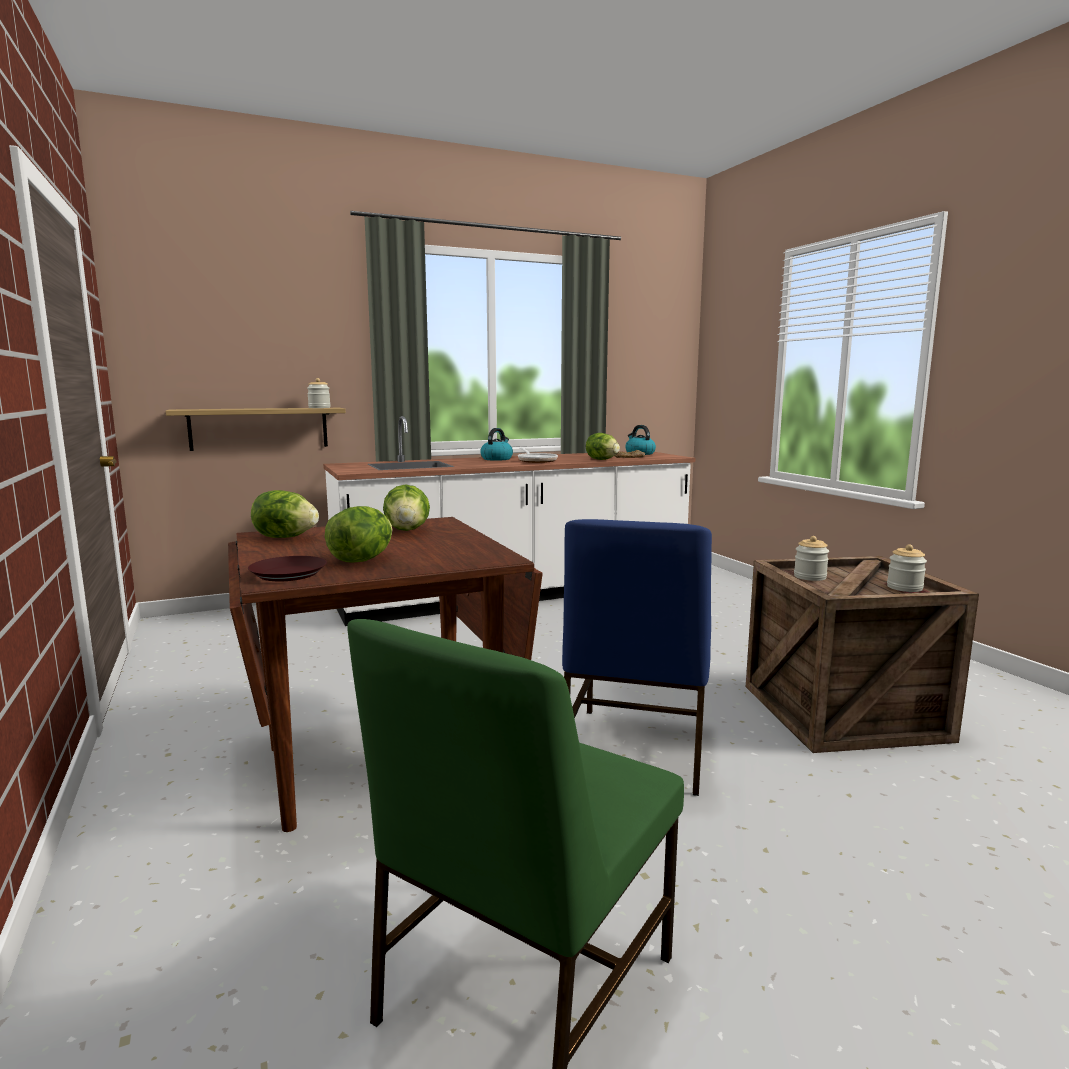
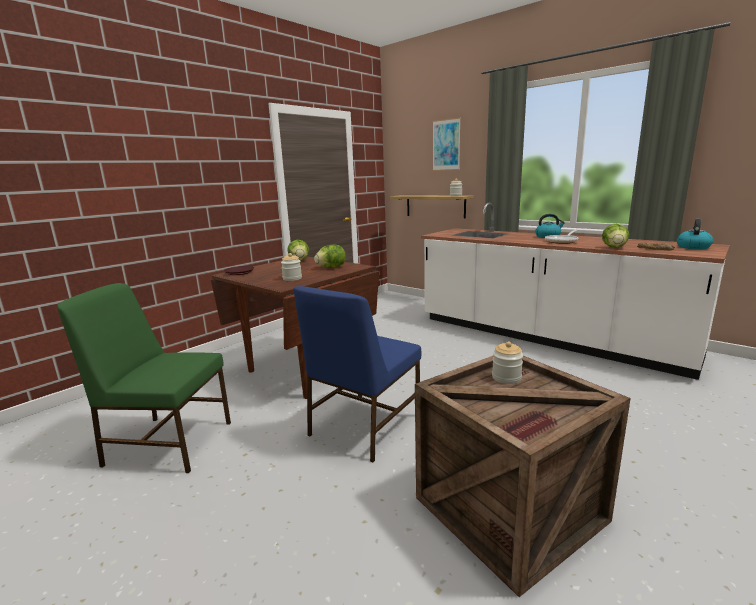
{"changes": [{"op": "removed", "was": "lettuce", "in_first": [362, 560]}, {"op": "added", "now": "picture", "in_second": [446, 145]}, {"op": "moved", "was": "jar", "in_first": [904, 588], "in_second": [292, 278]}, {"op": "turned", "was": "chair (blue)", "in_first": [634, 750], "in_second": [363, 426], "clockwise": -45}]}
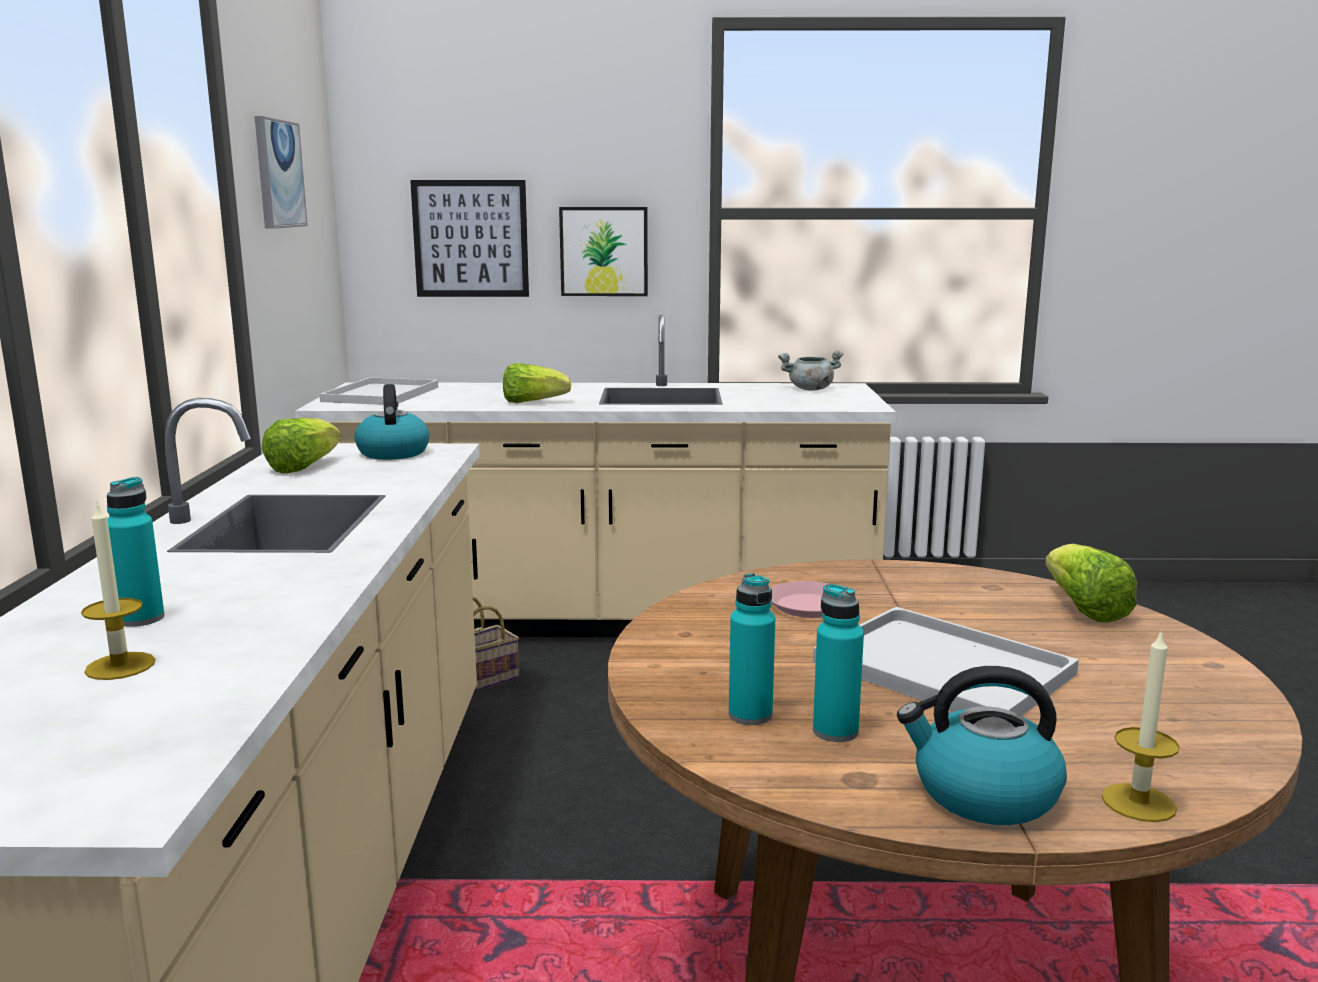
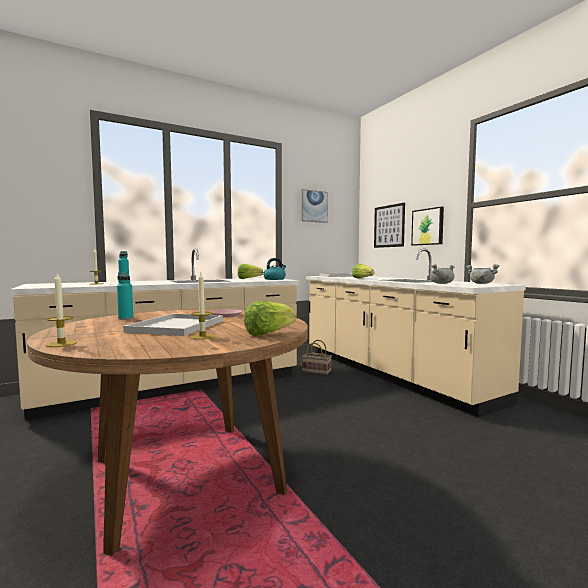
{"changes": [{"op": "removed", "was": "bottle (turquoise)", "in_first": [835, 731]}, {"op": "removed", "was": "kettle", "in_first": [983, 794]}, {"op": "added", "now": "candle", "in_second": [202, 337]}, {"op": "added", "now": "cooking pot (grey)", "in_second": [441, 283]}]}
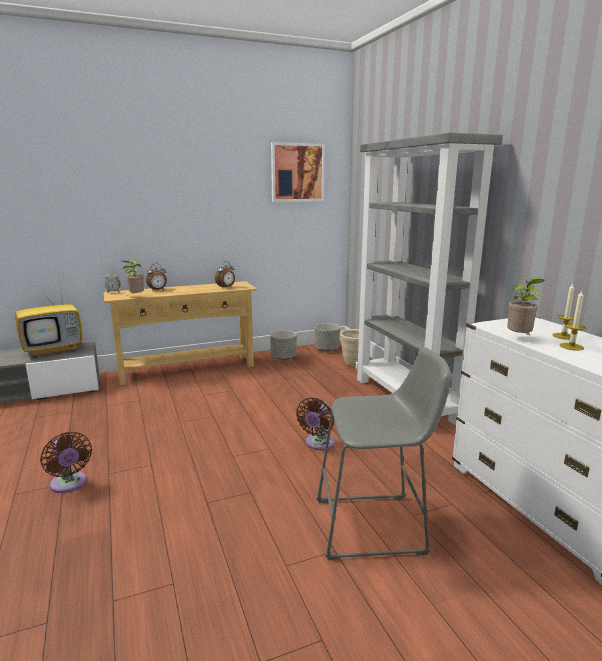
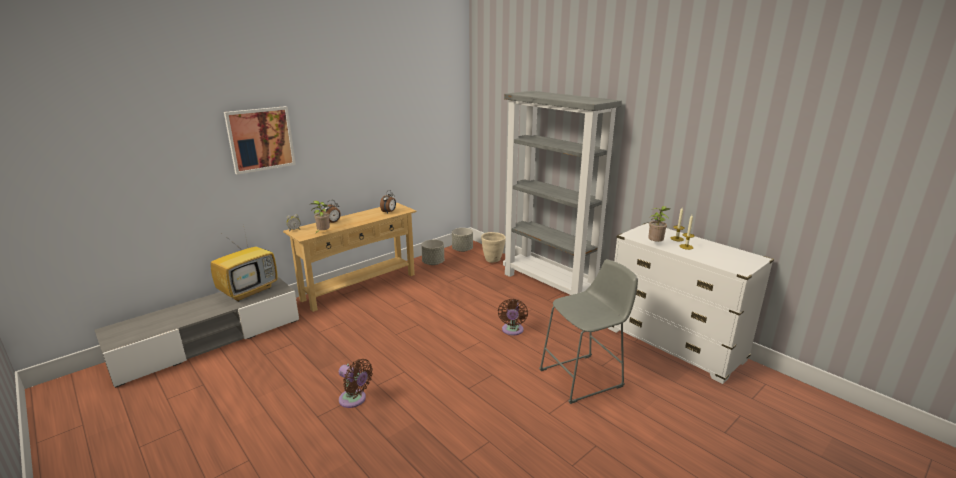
{"changes": [{"op": "moved", "was": "picture", "in_first": [297, 172], "in_second": [260, 139]}]}
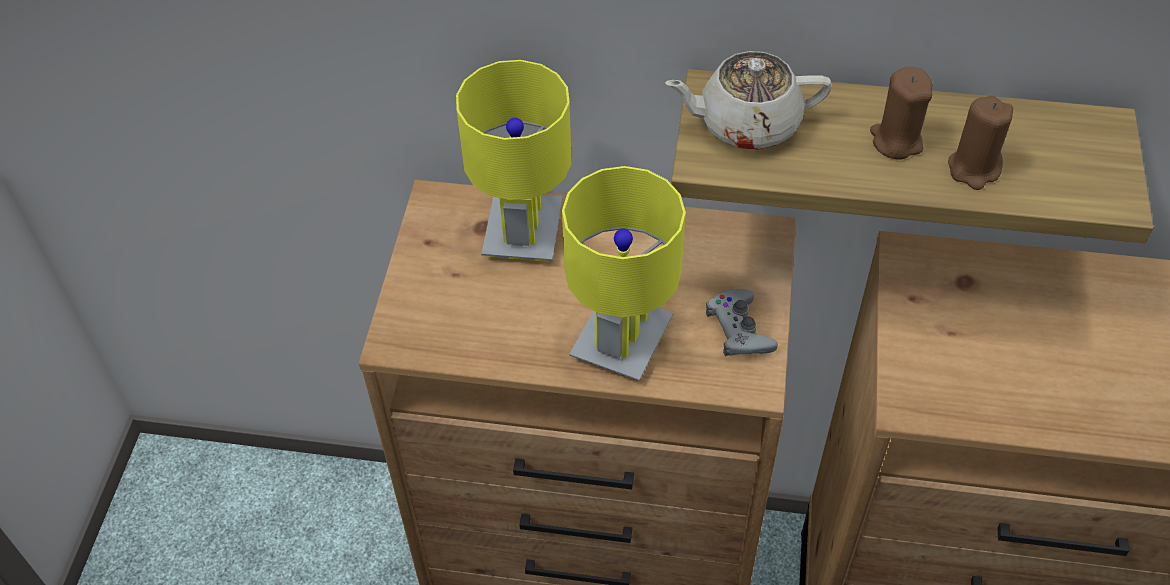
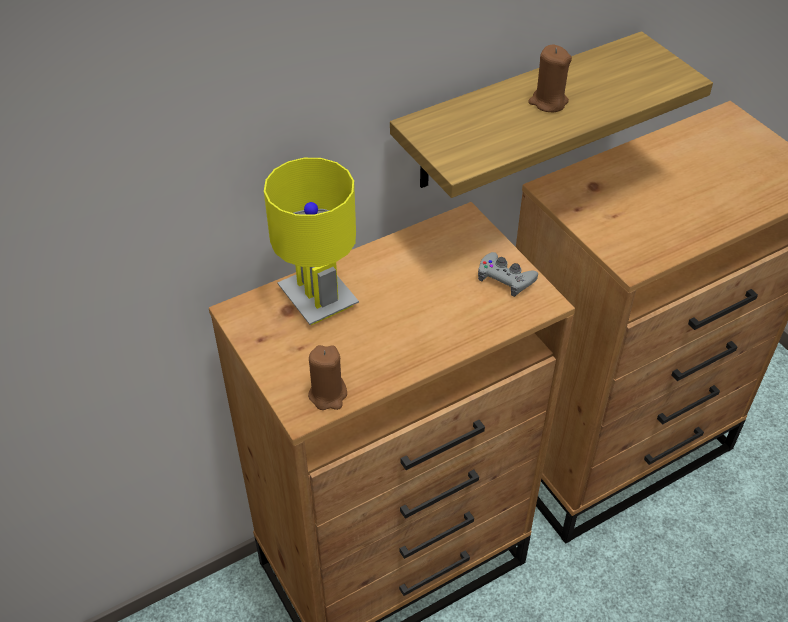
{"changes": [{"op": "removed", "was": "table lamp (yellow)", "in_first": [620, 340]}, {"op": "removed", "was": "teapot (beige)", "in_first": [746, 124]}, {"op": "moved", "was": "candle (brown)", "in_first": [974, 169], "in_second": [328, 395]}]}
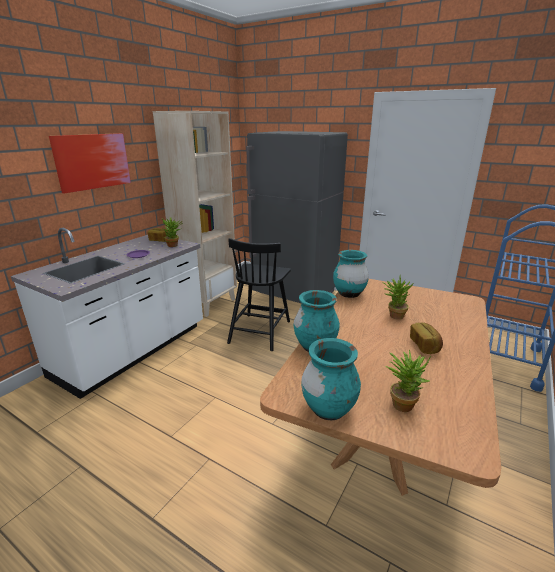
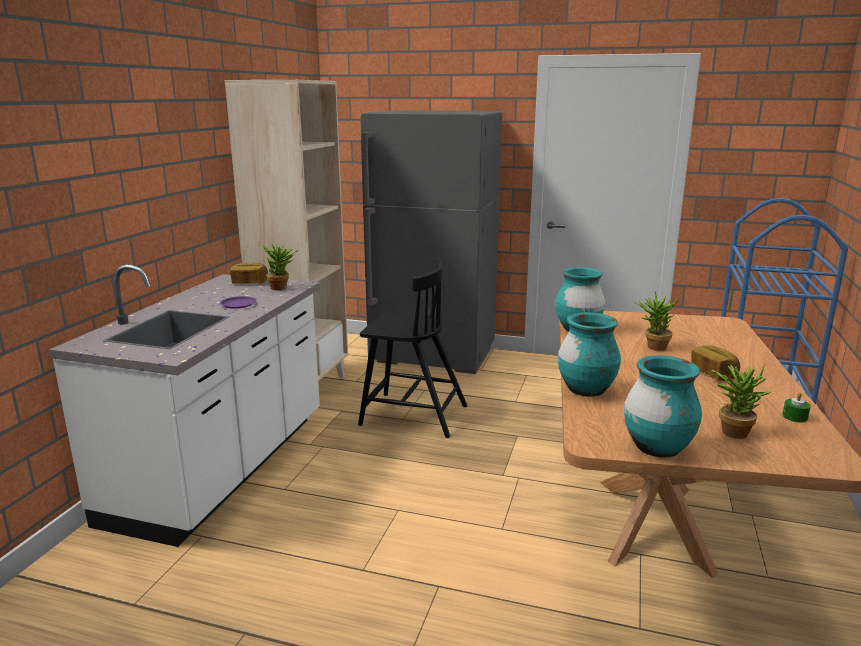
{"changes": [{"op": "removed", "was": "picture", "in_first": [92, 161]}, {"op": "added", "now": "candle (green)", "in_second": [795, 417]}, {"op": "turned", "was": "chair (black)", "in_first": [260, 331], "in_second": [412, 415], "clockwise": -75}]}
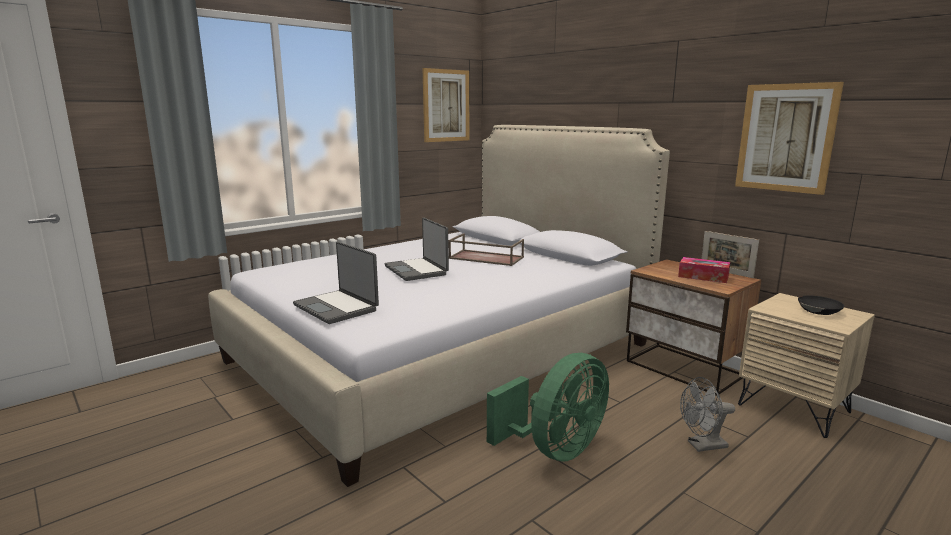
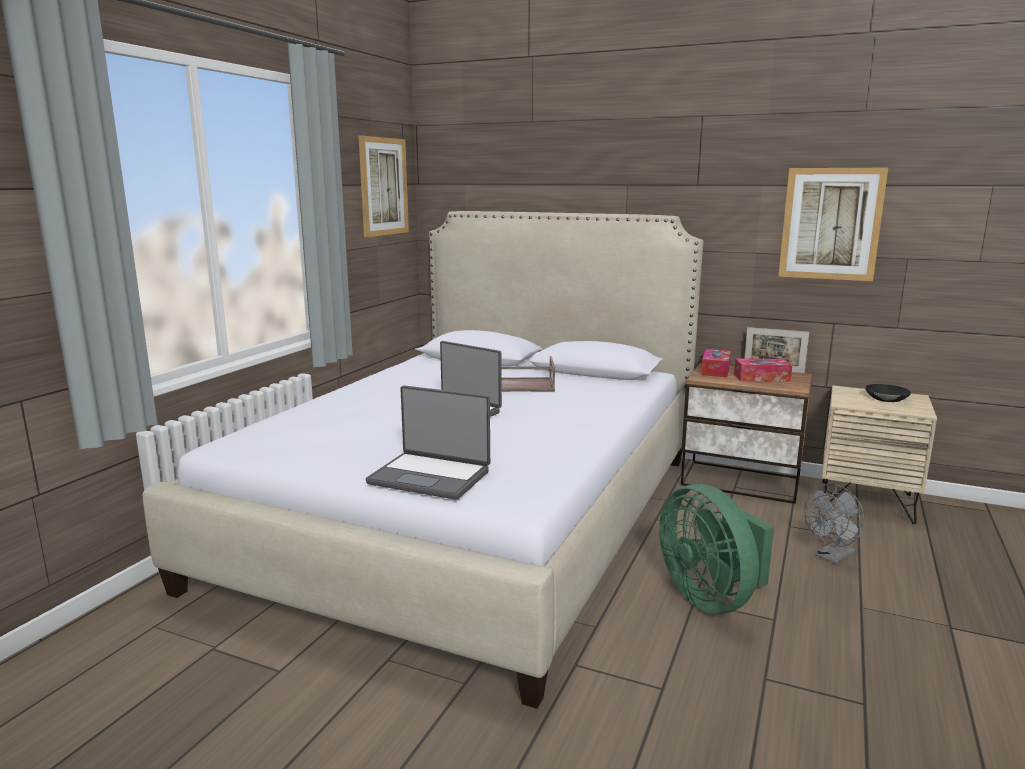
{"changes": [{"op": "added", "now": "tissue box", "in_second": [715, 370]}, {"op": "turned", "was": "fan (green)", "in_first": [555, 449], "in_second": [711, 598], "clockwise": 135}]}
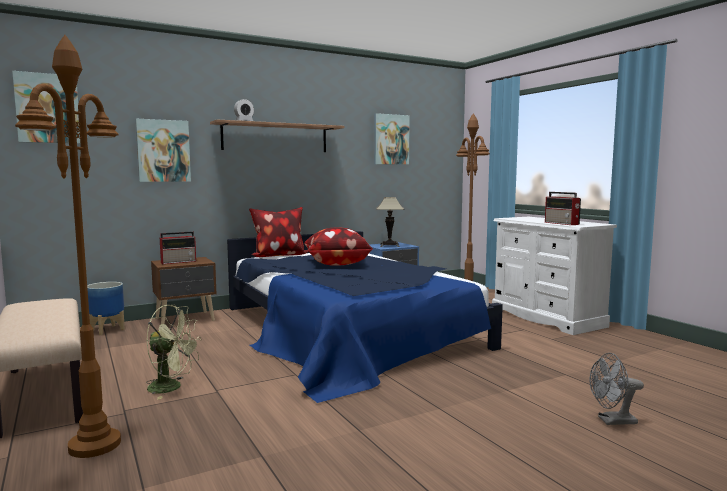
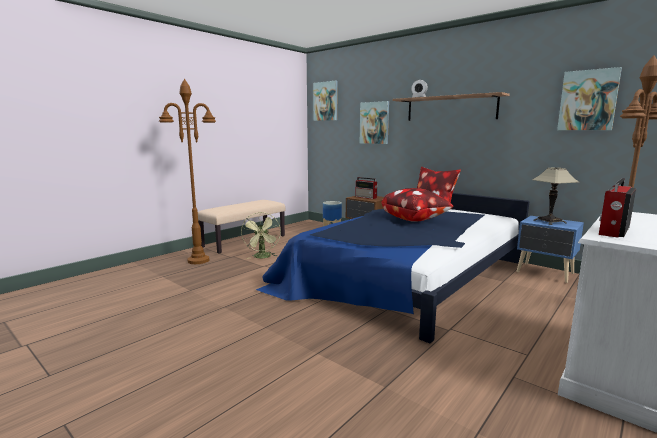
{"changes": [{"op": "removed", "was": "fan (grey)", "in_first": [612, 421]}]}
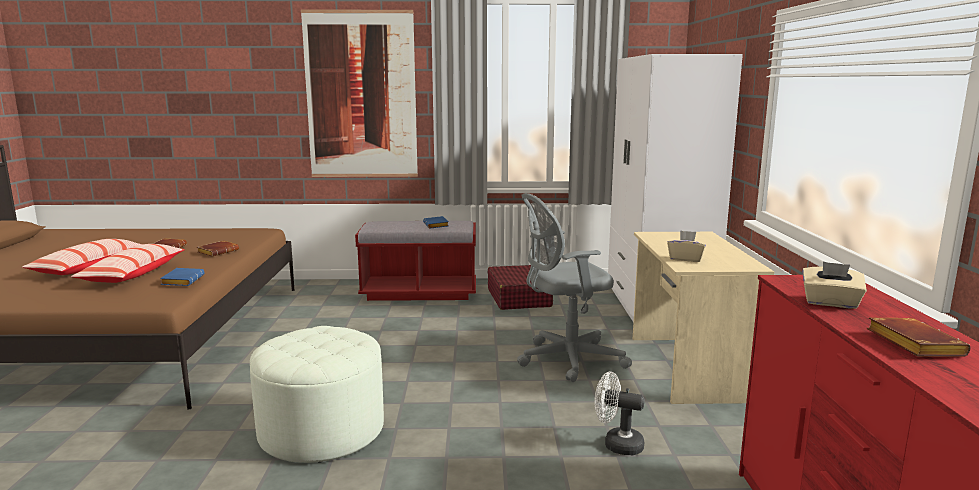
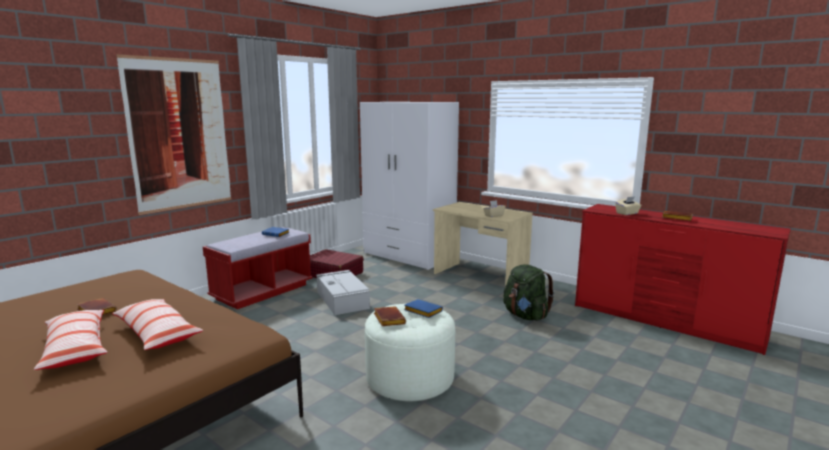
{"changes": [{"op": "removed", "was": "office chair (grey)", "in_first": [566, 360]}, {"op": "added", "now": "storage box (grey)", "in_second": [342, 299]}, {"op": "moved", "was": "book (blue)", "in_first": [182, 280], "in_second": [421, 311]}, {"op": "moved", "was": "book (brown)", "in_first": [218, 251], "in_second": [388, 319]}, {"op": "replaced", "was": "fan (white)", "now": "backpack (green)", "in_first": [617, 444], "in_second": [525, 316]}]}
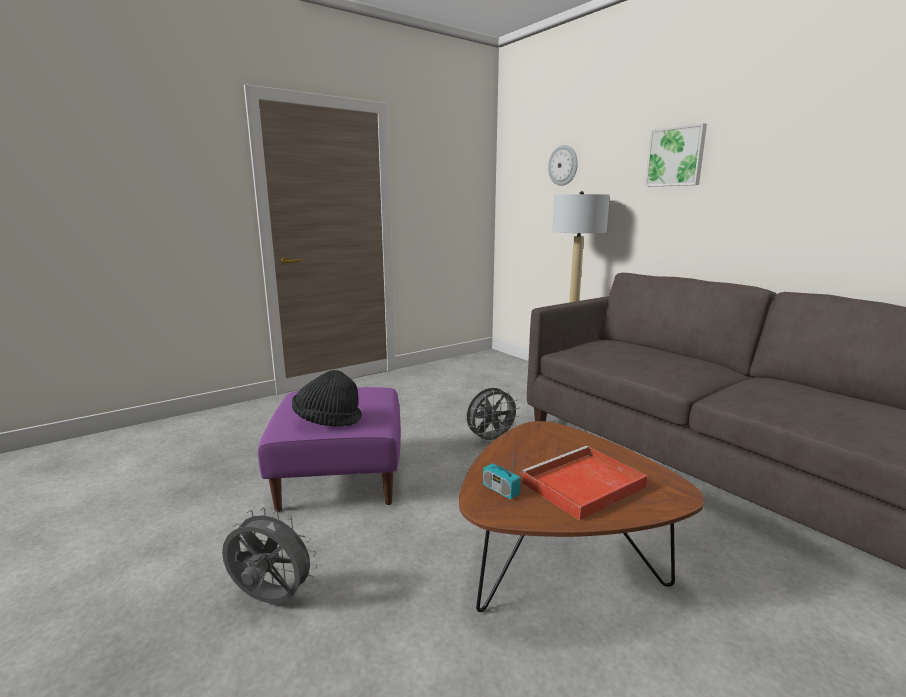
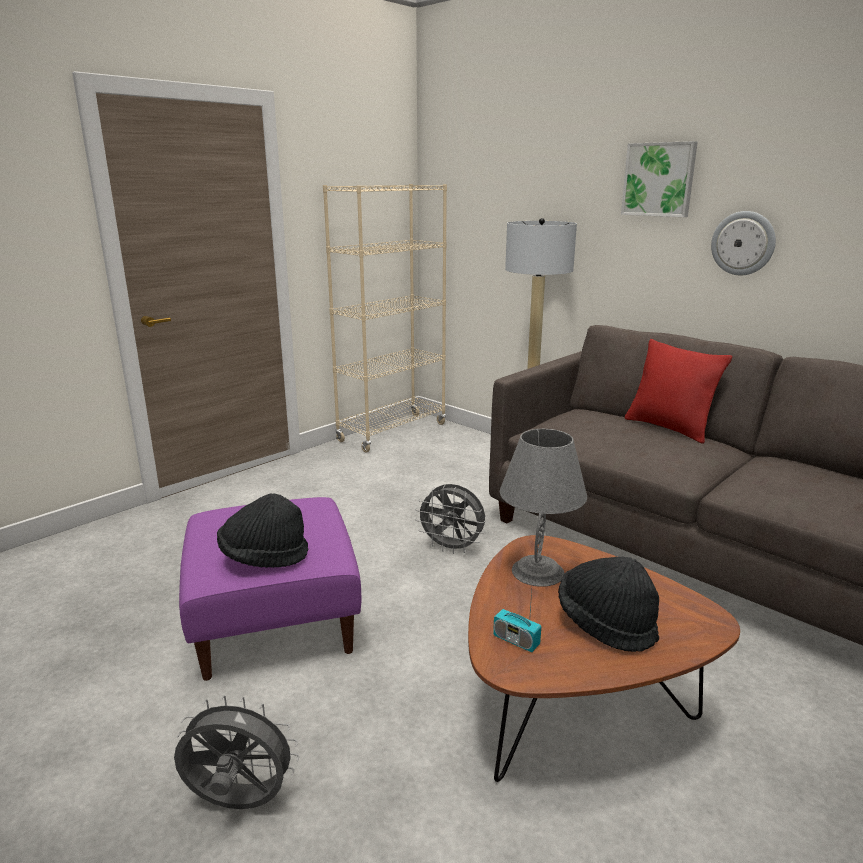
{"changes": [{"op": "added", "now": "bookcase (beige)", "in_second": [392, 432]}, {"op": "added", "now": "table lamp (grey)", "in_second": [538, 572]}, {"op": "added", "now": "pillow (red)", "in_second": [669, 428]}, {"op": "moved", "was": "wall clock", "in_first": [563, 165], "in_second": [743, 243]}, {"op": "replaced", "was": "tray (red)", "now": "hat (black)", "in_first": [582, 486], "in_second": [605, 624]}, {"op": "turned", "was": "fan (grey)", "in_first": [491, 440], "in_second": [452, 548], "clockwise": 60}]}
